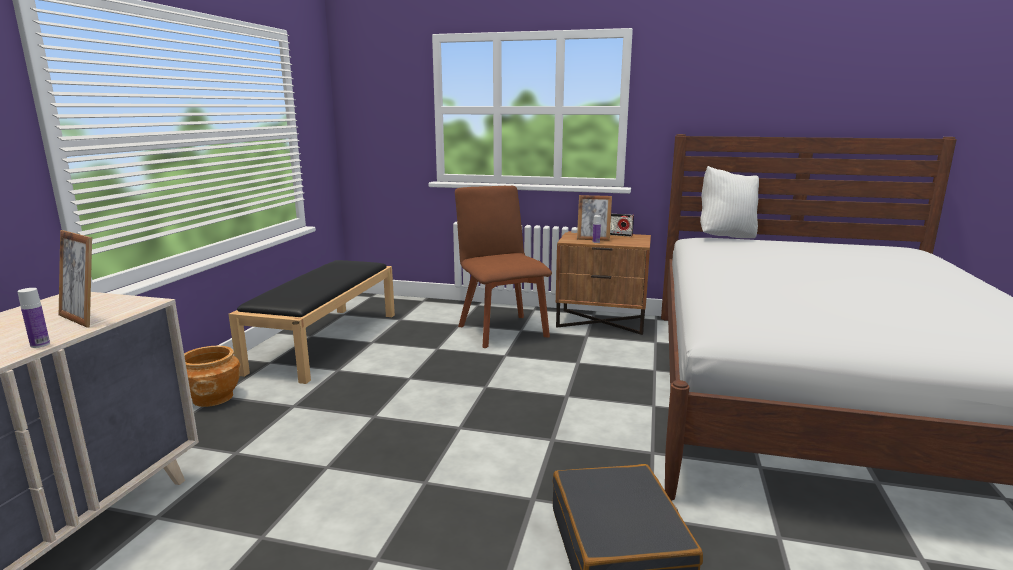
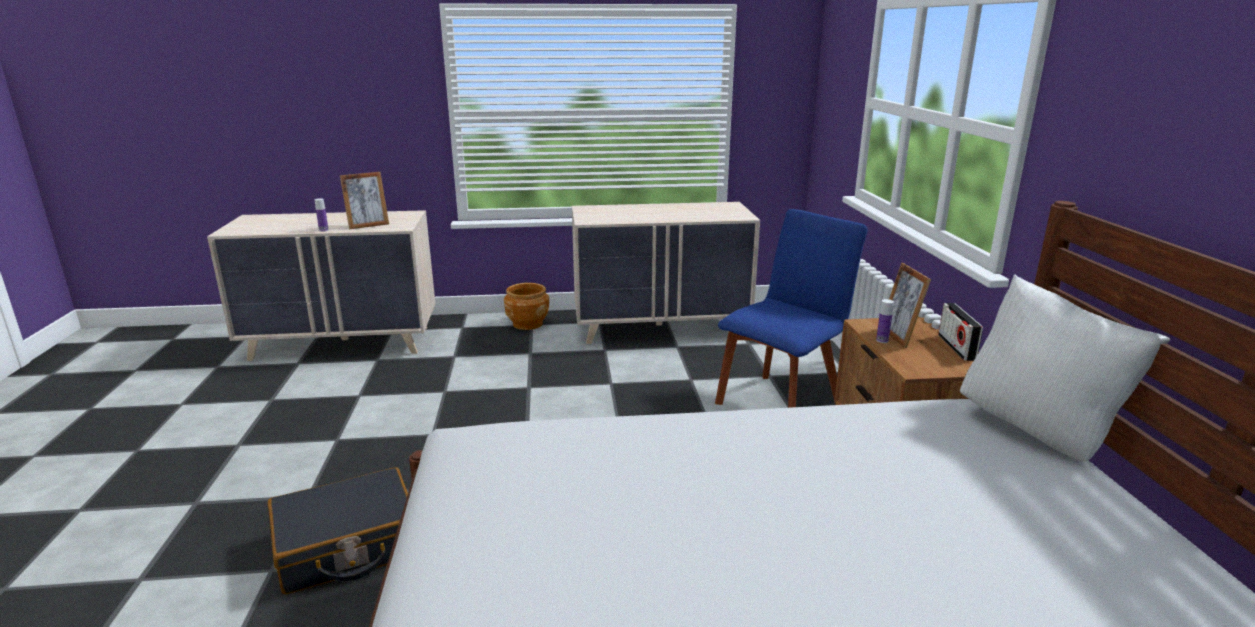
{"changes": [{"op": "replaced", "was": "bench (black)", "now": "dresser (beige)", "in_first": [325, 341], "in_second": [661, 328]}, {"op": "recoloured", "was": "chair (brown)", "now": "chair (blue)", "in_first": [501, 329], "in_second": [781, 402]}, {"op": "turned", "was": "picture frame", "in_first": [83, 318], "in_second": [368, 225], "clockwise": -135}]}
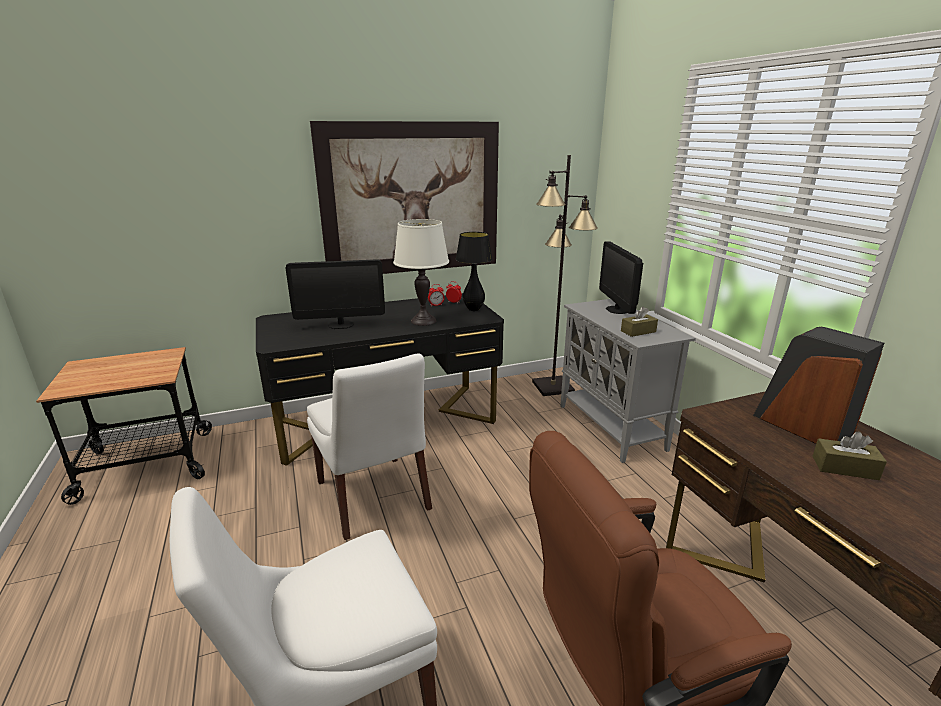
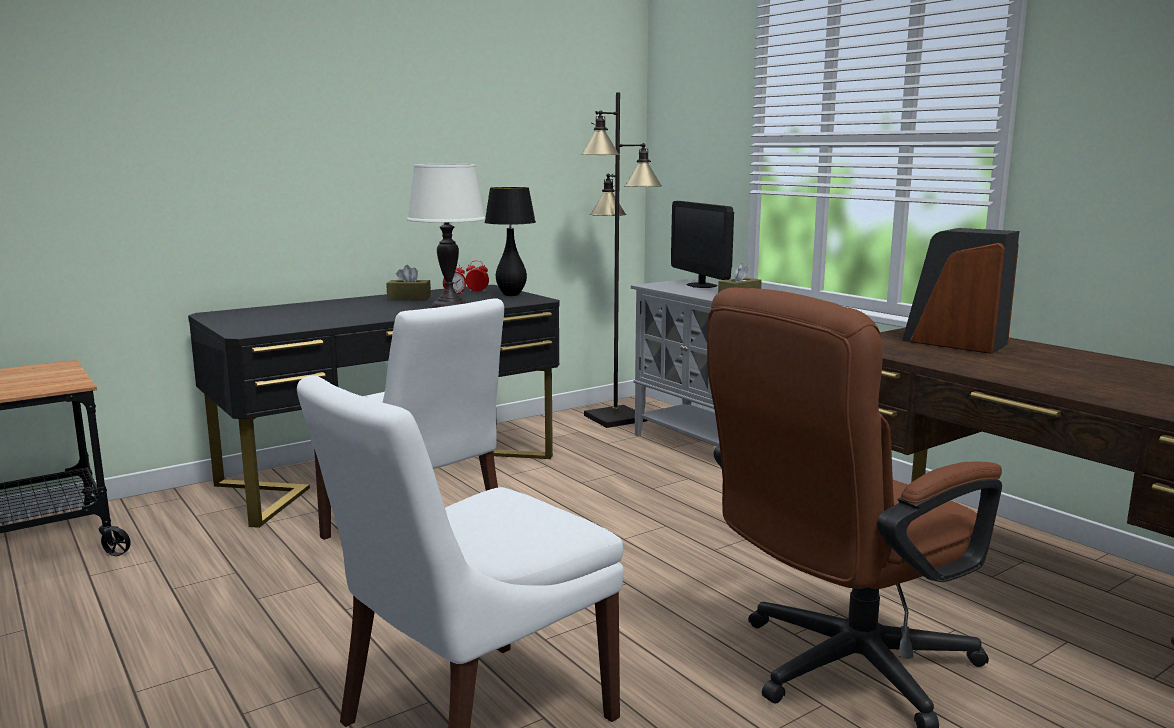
{"changes": [{"op": "removed", "was": "monitor", "in_first": [341, 325]}, {"op": "removed", "was": "picture", "in_first": [412, 199]}, {"op": "moved", "was": "tissue box (brown)", "in_first": [844, 468], "in_second": [409, 298]}]}
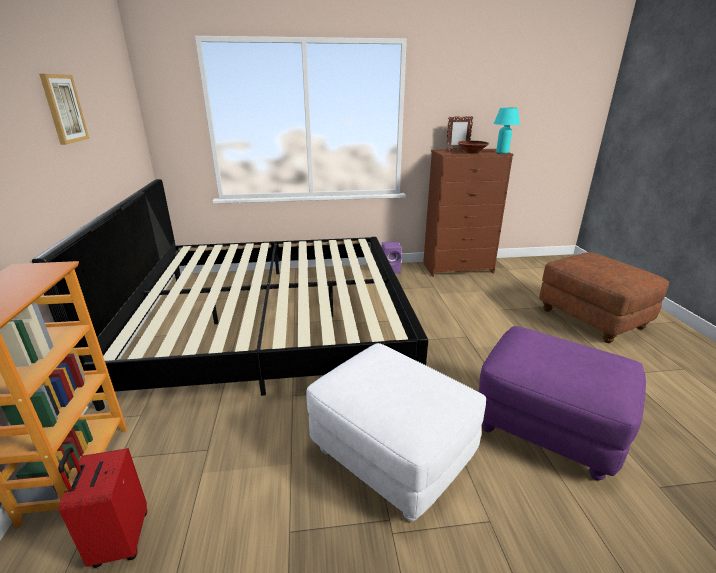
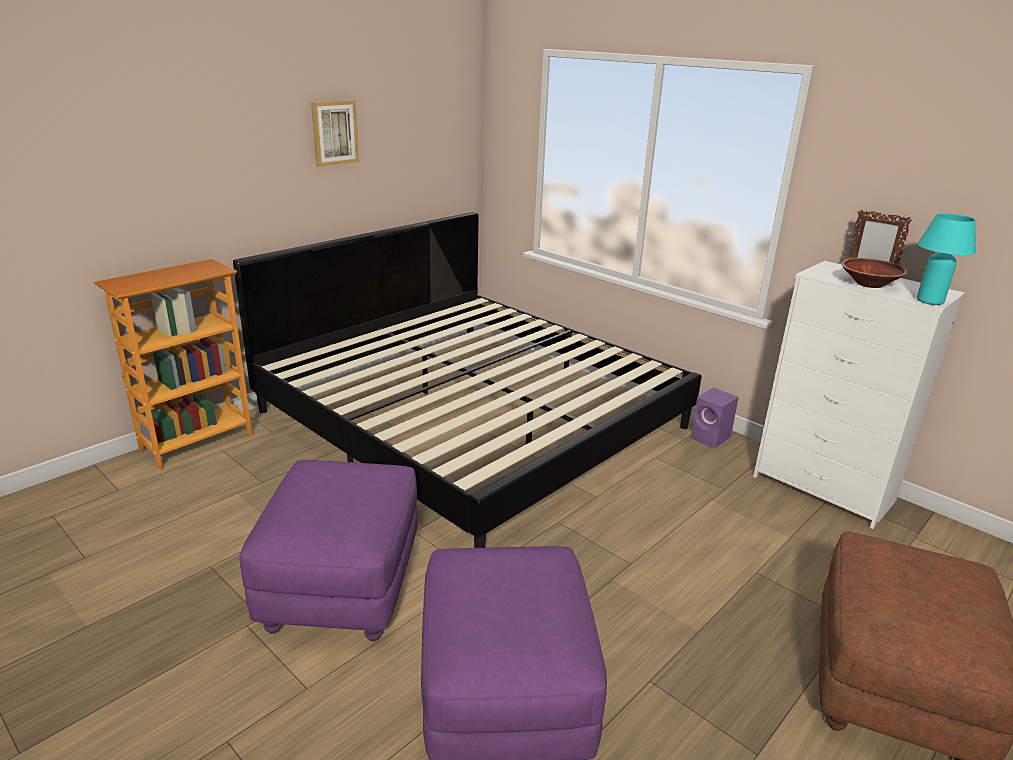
{"changes": [{"op": "removed", "was": "suitcase (red)", "in_first": [120, 540]}, {"op": "recoloured", "was": "ottoman (white)", "now": "ottoman (purple)", "in_first": [391, 456], "in_second": [341, 586]}, {"op": "recoloured", "was": "dresser (brown)", "now": "dresser (white)", "in_first": [458, 268], "in_second": [824, 489]}]}
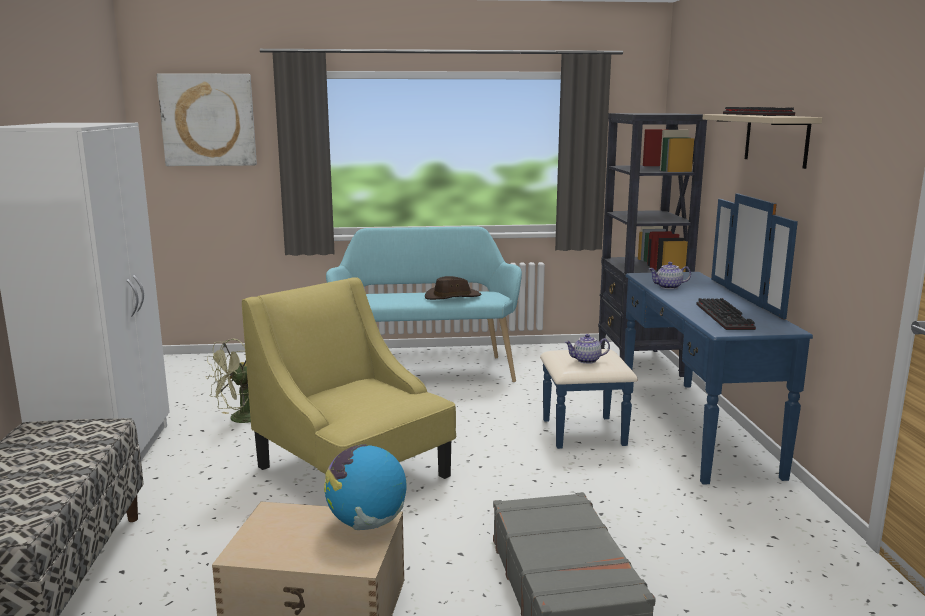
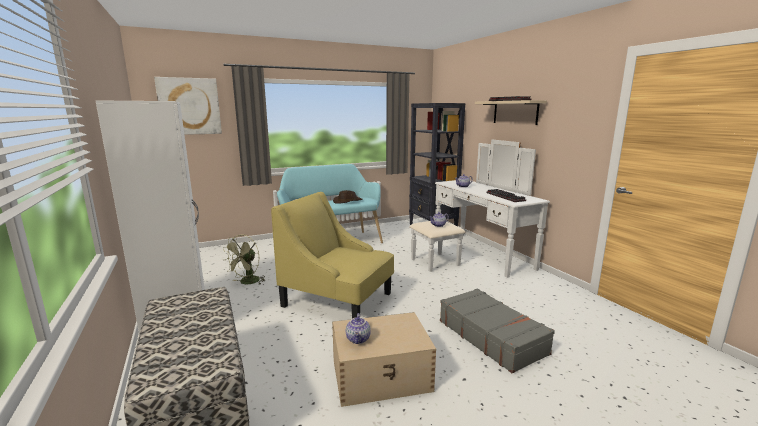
{"changes": [{"op": "removed", "was": "globe", "in_first": [366, 523]}, {"op": "added", "now": "teapot", "in_second": [358, 339]}, {"op": "recoloured", "was": "dresser (blue)", "now": "dresser (white)", "in_first": [669, 429], "in_second": [471, 255]}]}
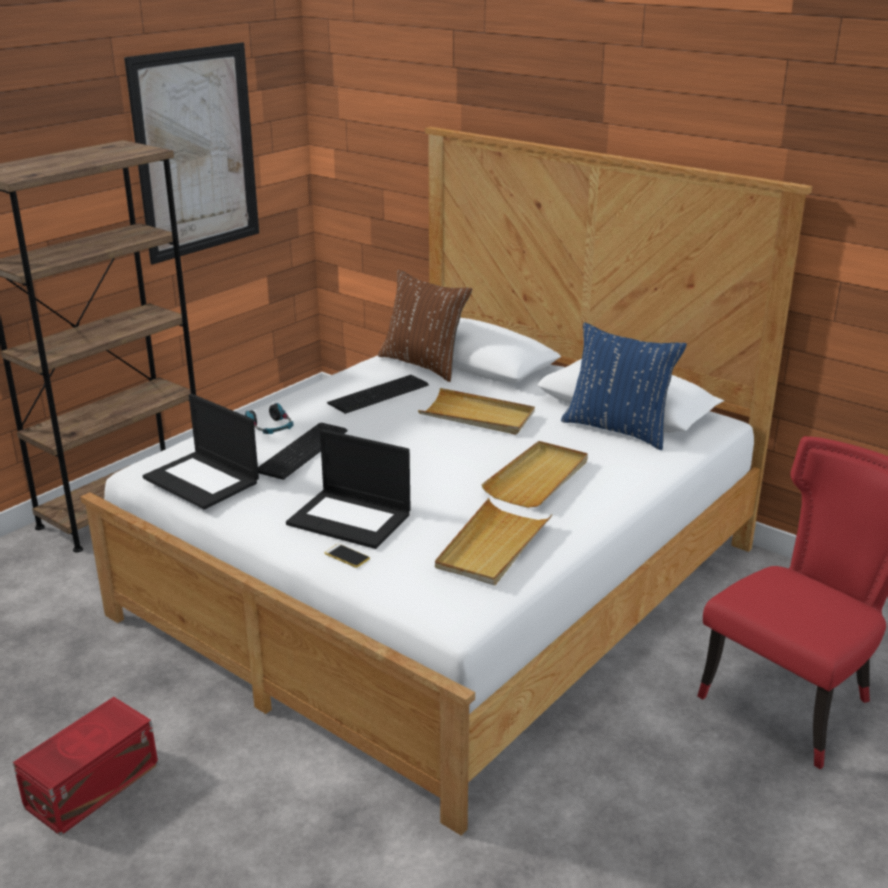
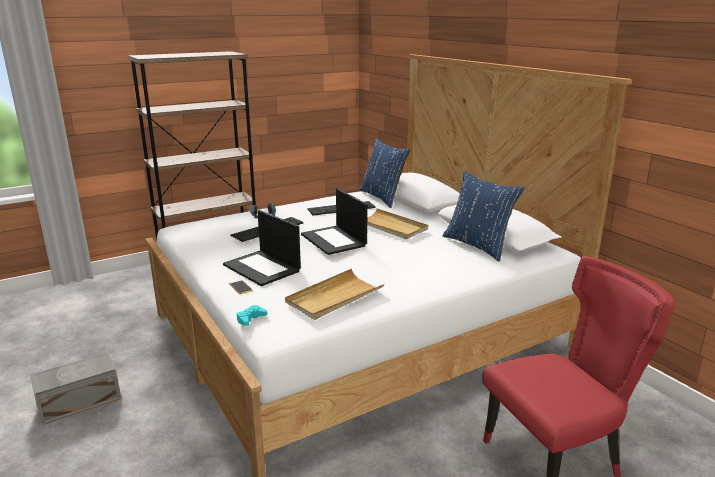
{"changes": [{"op": "removed", "was": "picture", "in_first": [196, 152]}, {"op": "removed", "was": "tray (beige)", "in_first": [538, 478]}, {"op": "added", "now": "game controller (turquoise)", "in_second": [251, 319]}, {"op": "moved", "was": "laptop", "in_first": [203, 480], "in_second": [334, 240]}, {"op": "recoloured", "was": "storage box (red)", "now": "storage box (grey)", "in_first": [89, 785], "in_second": [78, 401]}, {"op": "recoloured", "was": "pillow (brown)", "now": "pillow (blue)", "in_first": [423, 364], "in_second": [382, 197]}]}
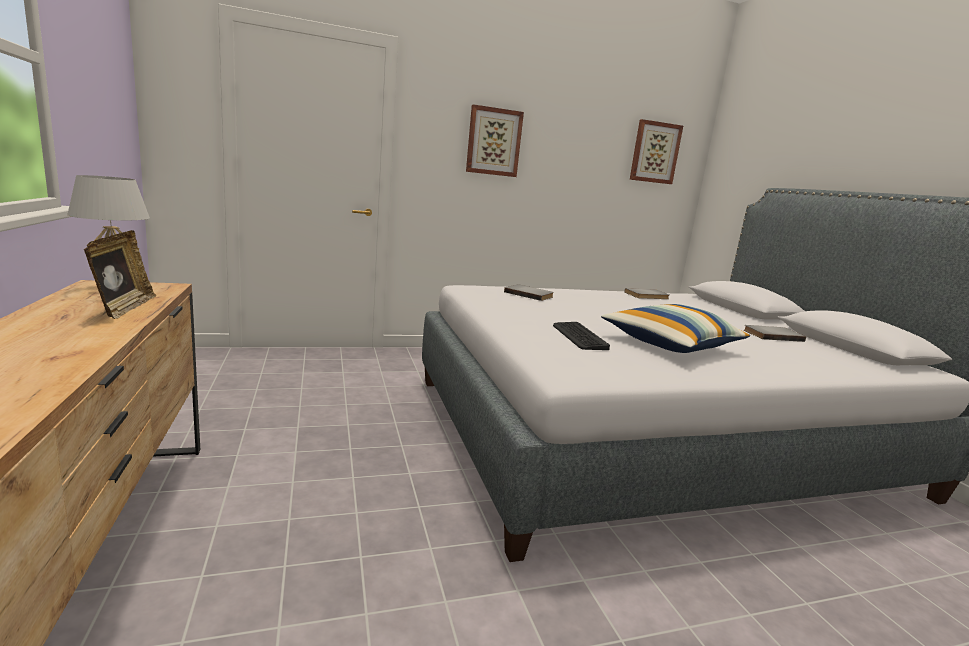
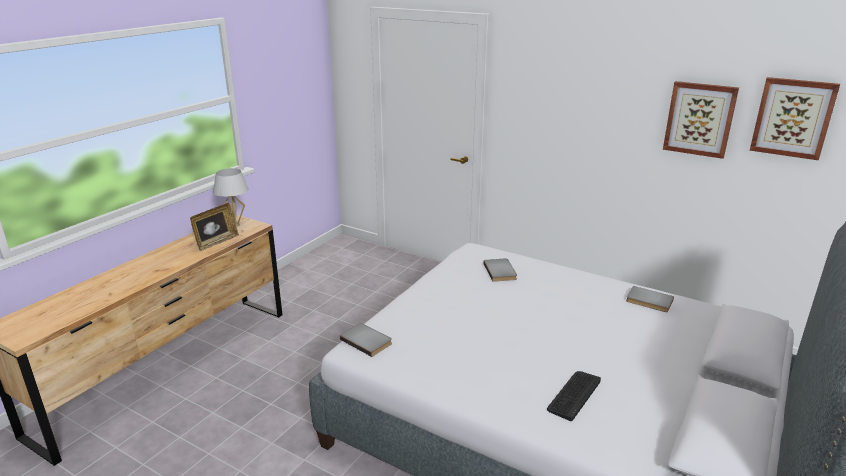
{"changes": [{"op": "removed", "was": "pillow", "in_first": [670, 344]}, {"op": "moved", "was": "picture", "in_first": [493, 142], "in_second": [699, 119]}, {"op": "moved", "was": "keyboard", "in_first": [578, 336], "in_second": [574, 395]}, {"op": "moved", "was": "book (grey)", "in_first": [771, 335], "in_second": [367, 340]}]}
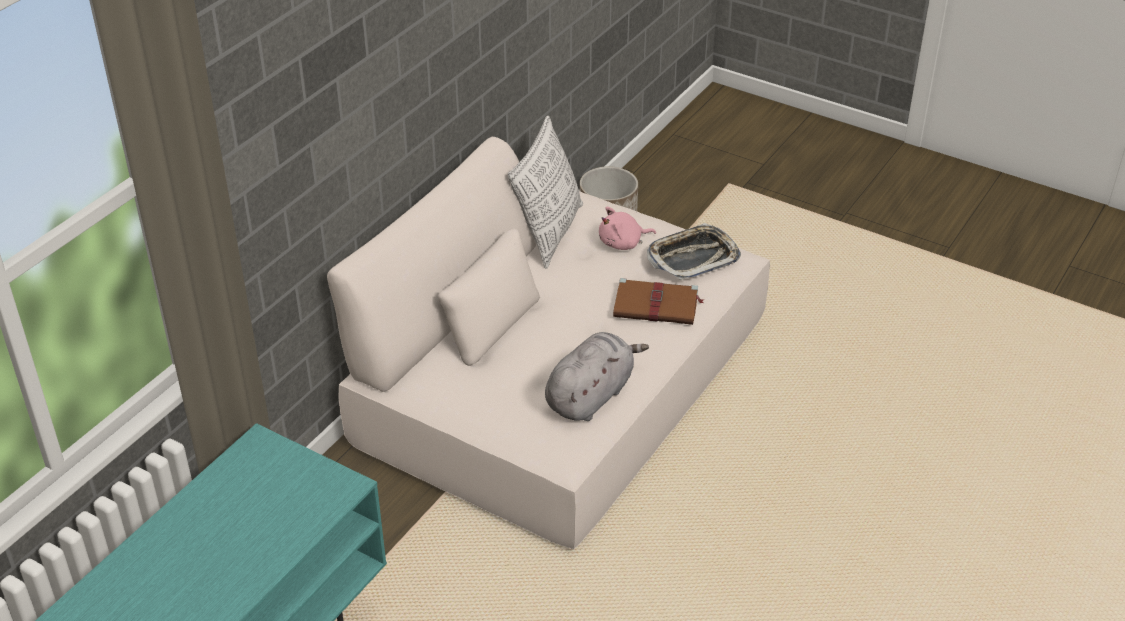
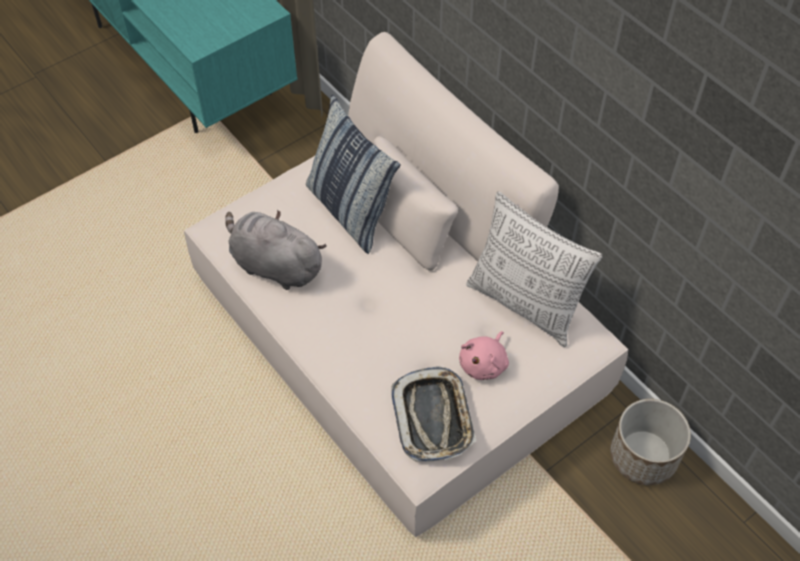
{"changes": [{"op": "removed", "was": "book (brown)", "in_first": [657, 305]}, {"op": "added", "now": "pillow", "in_second": [350, 211]}, {"op": "turned", "was": "plush toy (grey)", "in_first": [591, 396], "in_second": [274, 265], "clockwise": 150}, {"op": "turned", "was": "plush toy (pink)", "in_first": [623, 243], "in_second": [484, 363], "clockwise": -150}]}
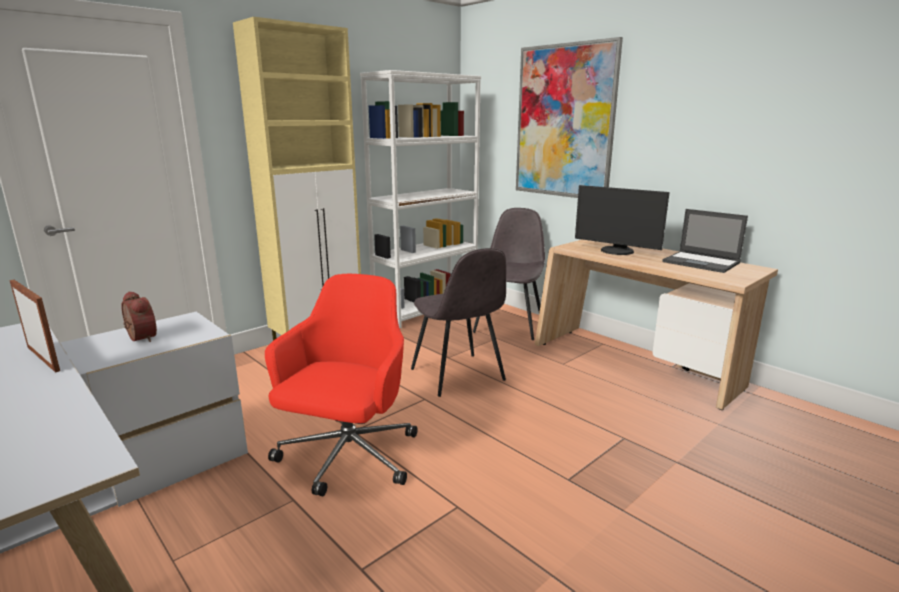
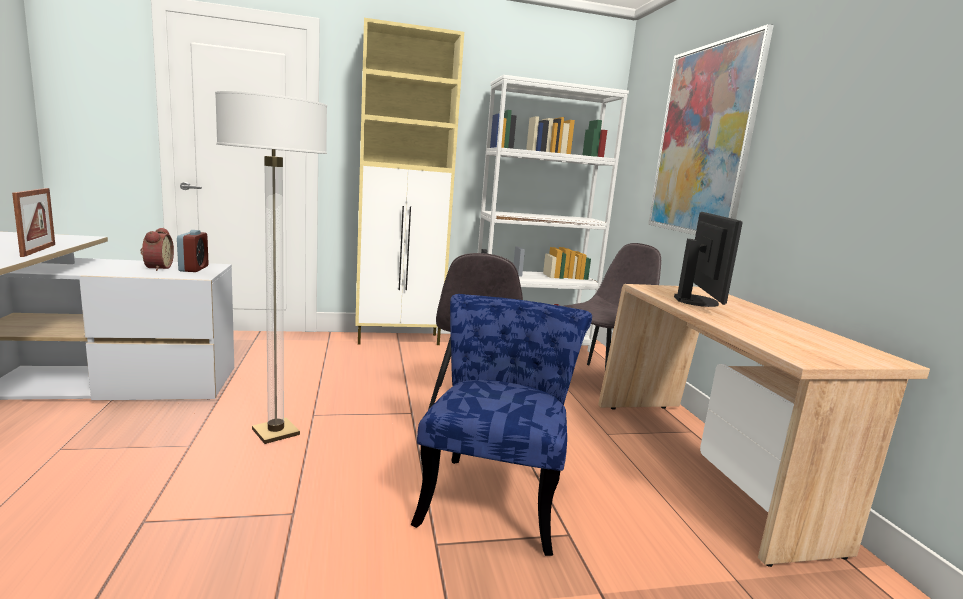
{"changes": [{"op": "removed", "was": "laptop", "in_first": [702, 262]}, {"op": "added", "now": "alarm clock", "in_second": [193, 269]}, {"op": "added", "now": "chair (blue)", "in_second": [495, 493]}, {"op": "replaced", "was": "office chair (red)", "now": "floor lamp", "in_first": [347, 457], "in_second": [276, 432]}, {"op": "turned", "was": "monitor", "in_first": [616, 251], "in_second": [698, 301], "clockwise": -150}]}
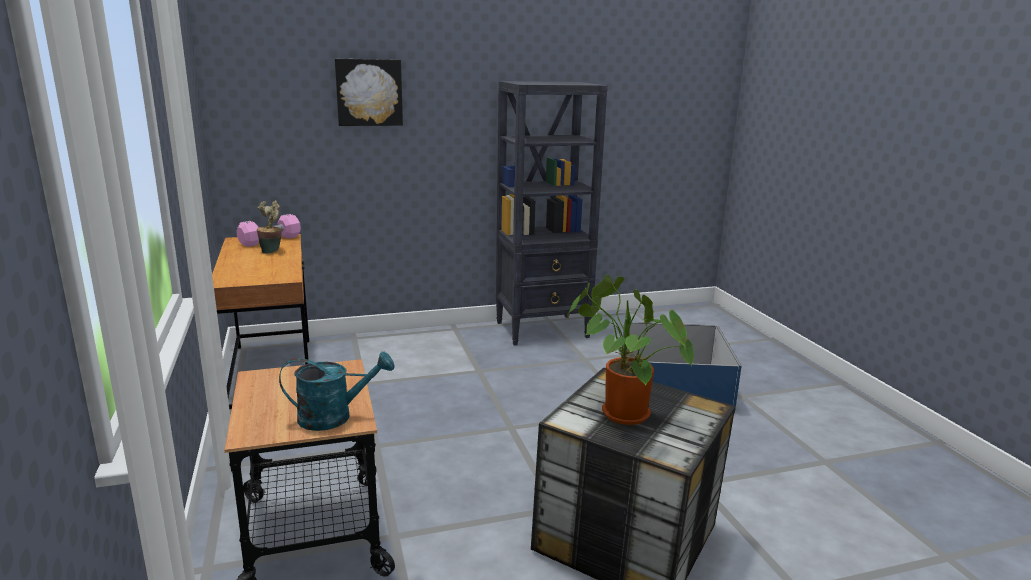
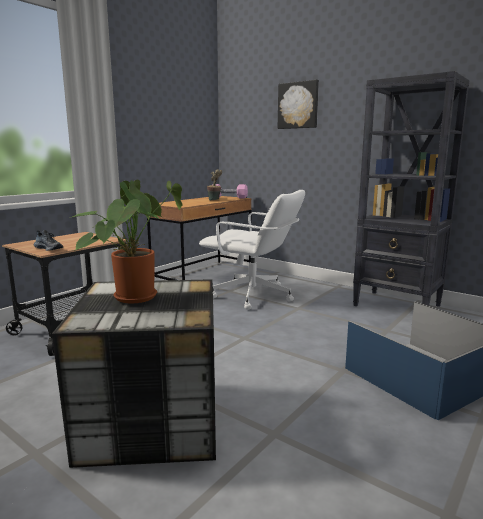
{"changes": [{"op": "added", "now": "office chair (white)", "in_second": [253, 296]}, {"op": "replaced", "was": "watering can (turquoise)", "now": "shoe", "in_first": [334, 417], "in_second": [49, 248]}]}
